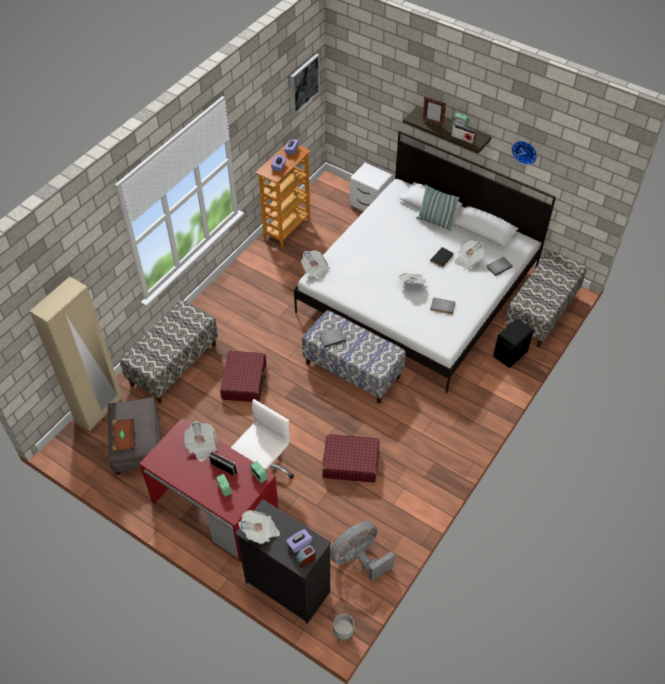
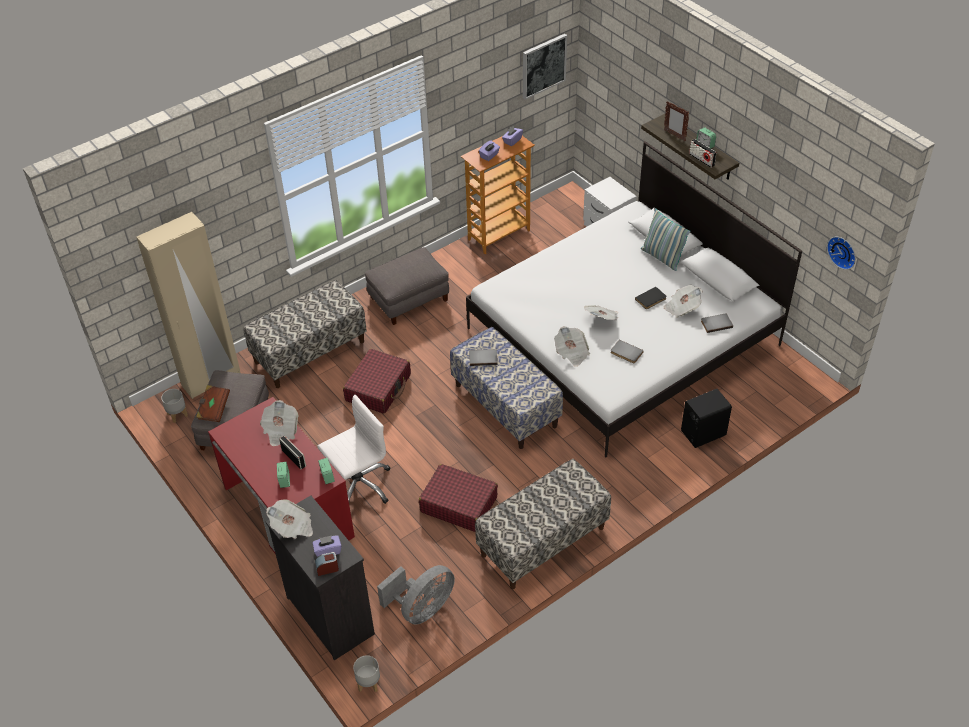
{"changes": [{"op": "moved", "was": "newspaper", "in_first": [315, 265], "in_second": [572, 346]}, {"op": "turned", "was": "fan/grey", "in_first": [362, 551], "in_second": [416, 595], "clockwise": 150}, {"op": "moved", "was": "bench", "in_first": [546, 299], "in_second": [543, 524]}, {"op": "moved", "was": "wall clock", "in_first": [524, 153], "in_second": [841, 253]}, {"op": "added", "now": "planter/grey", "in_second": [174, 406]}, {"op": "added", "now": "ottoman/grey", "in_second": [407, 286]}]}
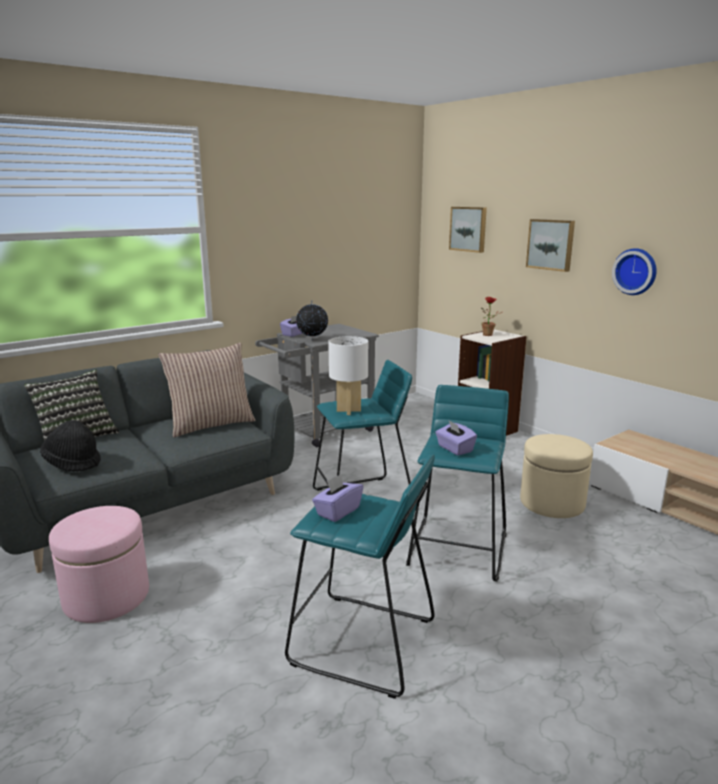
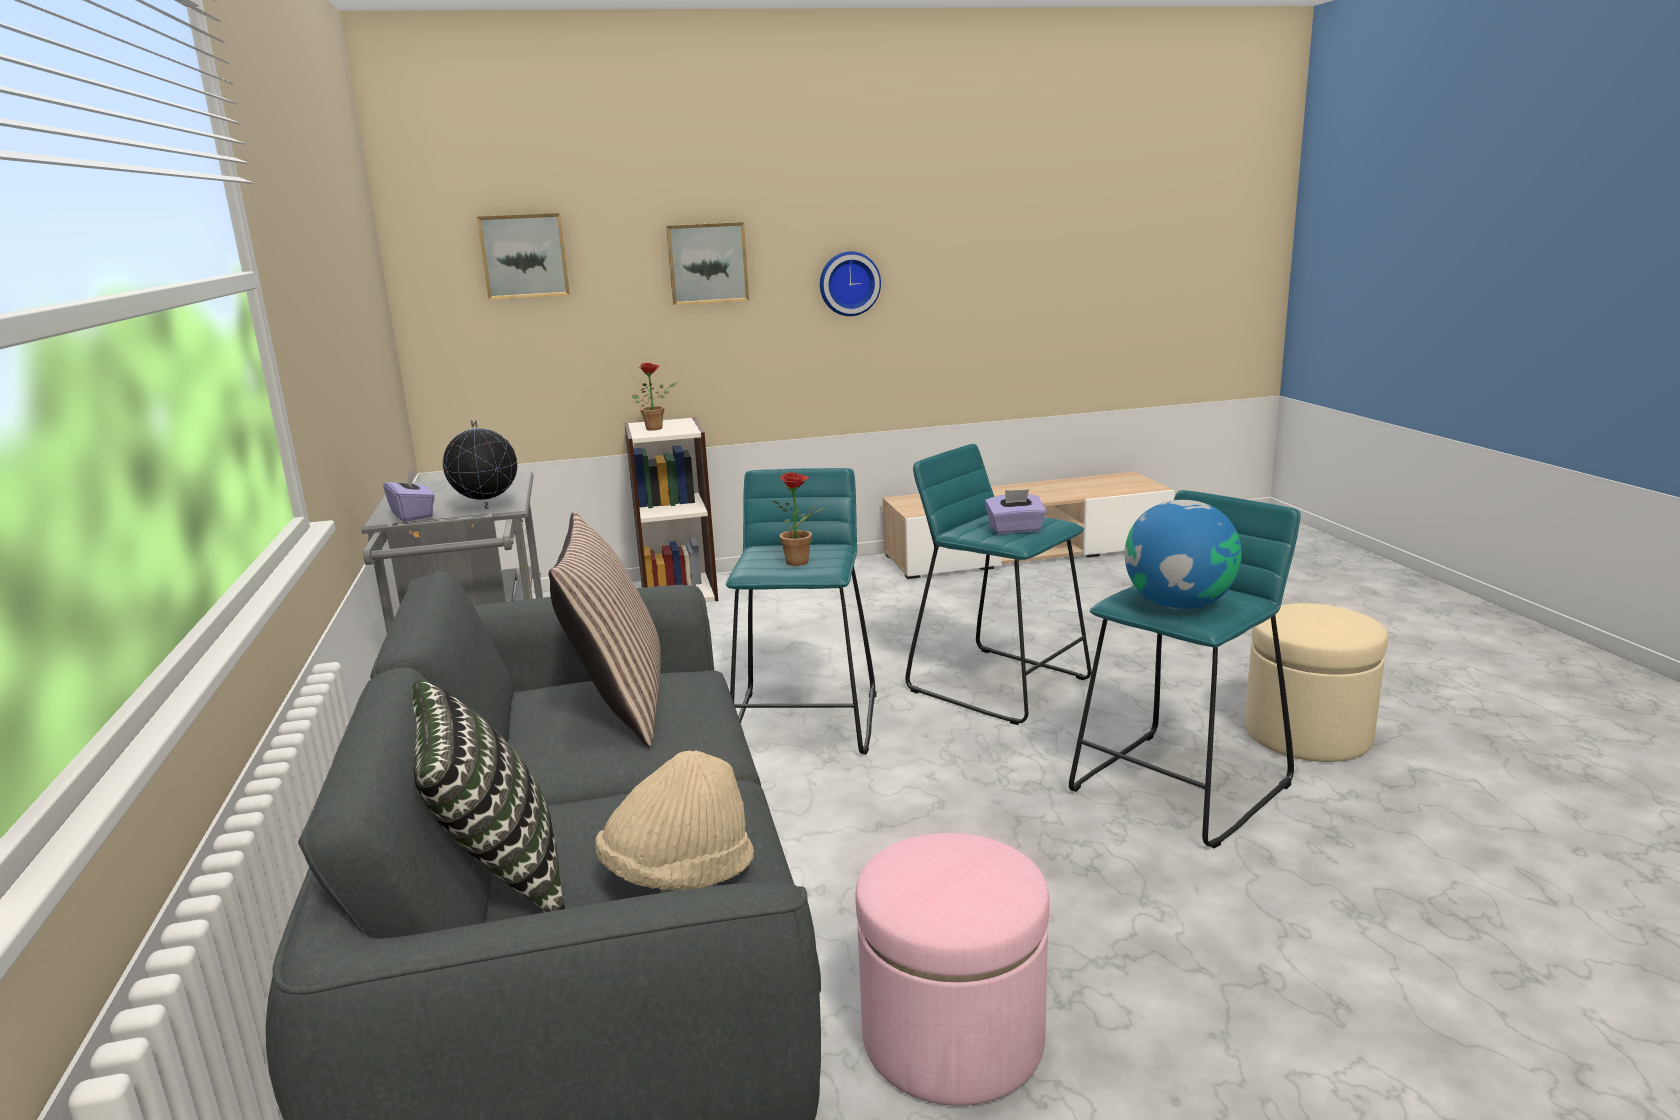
{"changes": [{"op": "recoloured", "was": "hat/black", "now": "hat/beige", "in_first": [70, 446], "in_second": [674, 820]}, {"op": "replaced", "was": "tissue box/purple", "now": "globe", "in_first": [337, 498], "in_second": [1183, 554]}, {"op": "replaced", "was": "table lamp/white", "now": "potted plant", "in_first": [348, 375], "in_second": [798, 519]}, {"op": "moved", "was": "ottoman/beige", "in_first": [556, 476], "in_second": [1316, 682]}]}
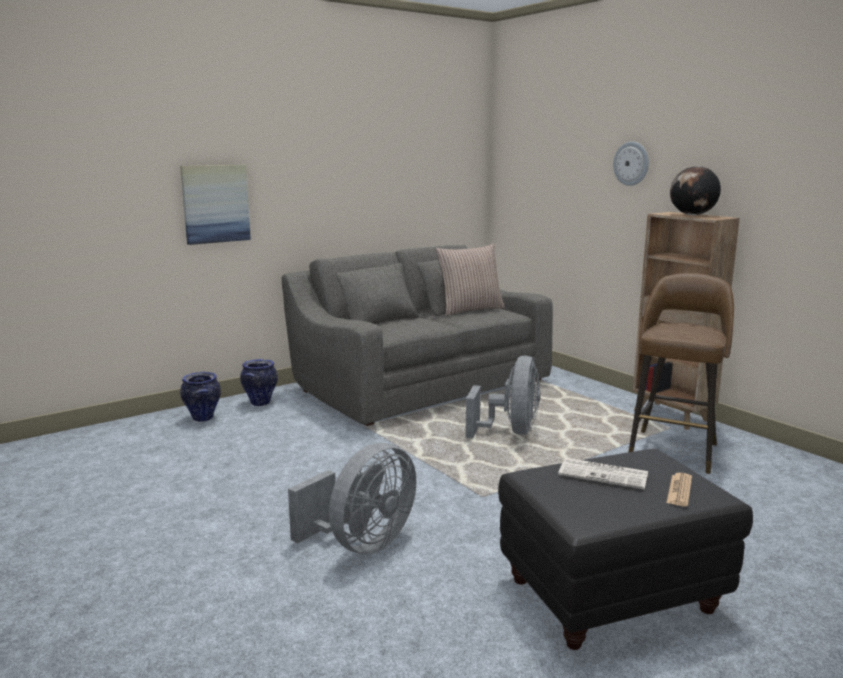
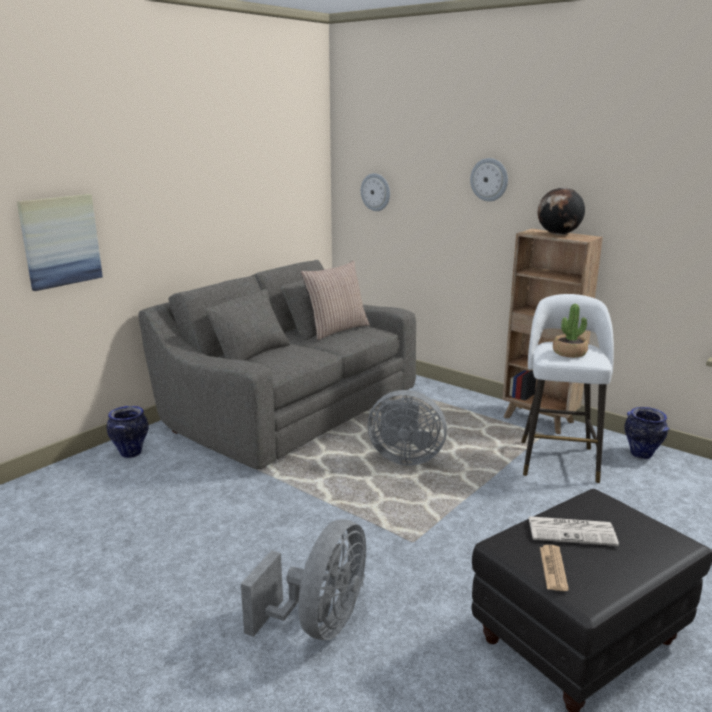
{"changes": [{"op": "moved", "was": "vase", "in_first": [200, 397], "in_second": [647, 433]}, {"op": "turned", "was": "fan/grey", "in_first": [503, 397], "in_second": [407, 427], "clockwise": 105}, {"op": "recoloured", "was": "stool/brown", "now": "stool/white", "in_first": [681, 373], "in_second": [567, 388]}, {"op": "moved", "was": "newspaper", "in_first": [679, 489], "in_second": [554, 568]}, {"op": "added", "now": "wall clock", "in_second": [375, 192]}, {"op": "added", "now": "potted plant", "in_second": [570, 331]}]}
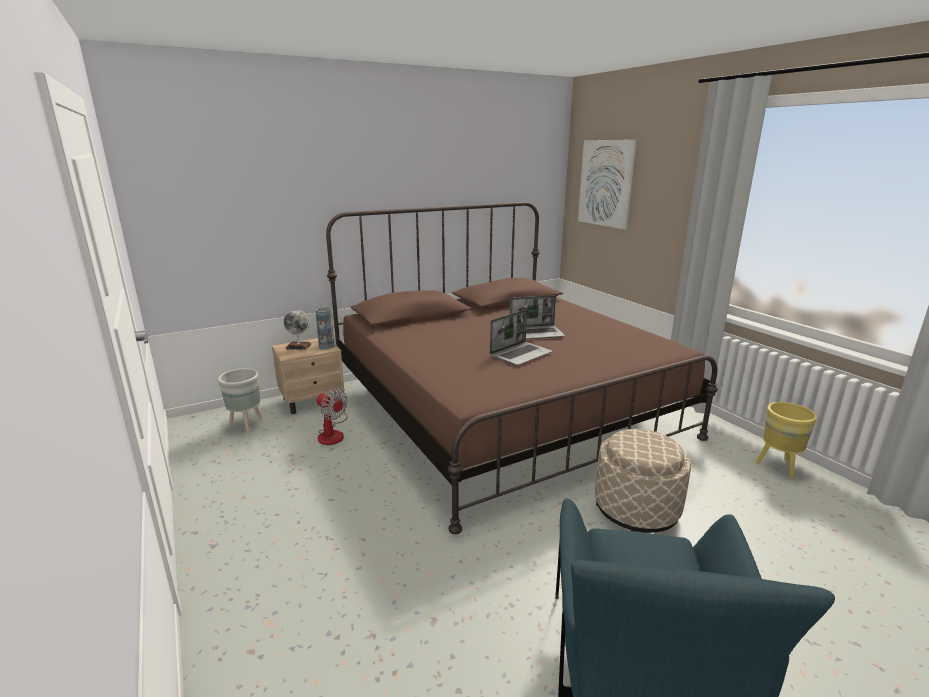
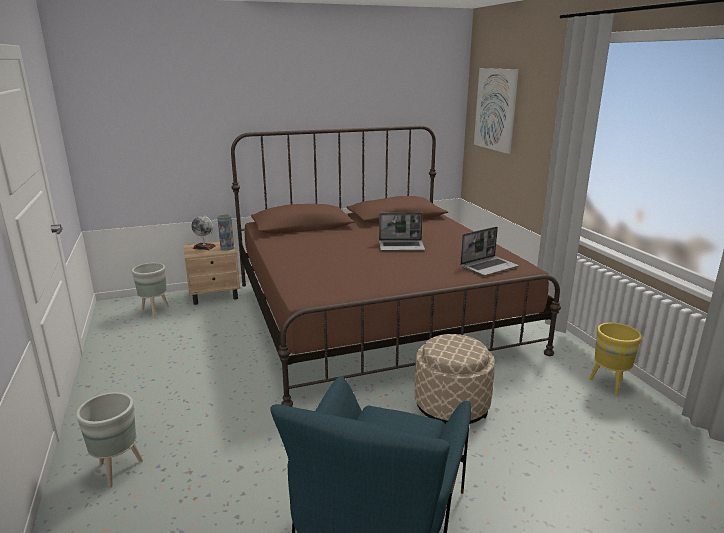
{"changes": [{"op": "removed", "was": "fan", "in_first": [332, 417]}, {"op": "moved", "was": "laptop", "in_first": [521, 337], "in_second": [489, 251]}, {"op": "added", "now": "planter/grey", "in_second": [109, 440]}]}
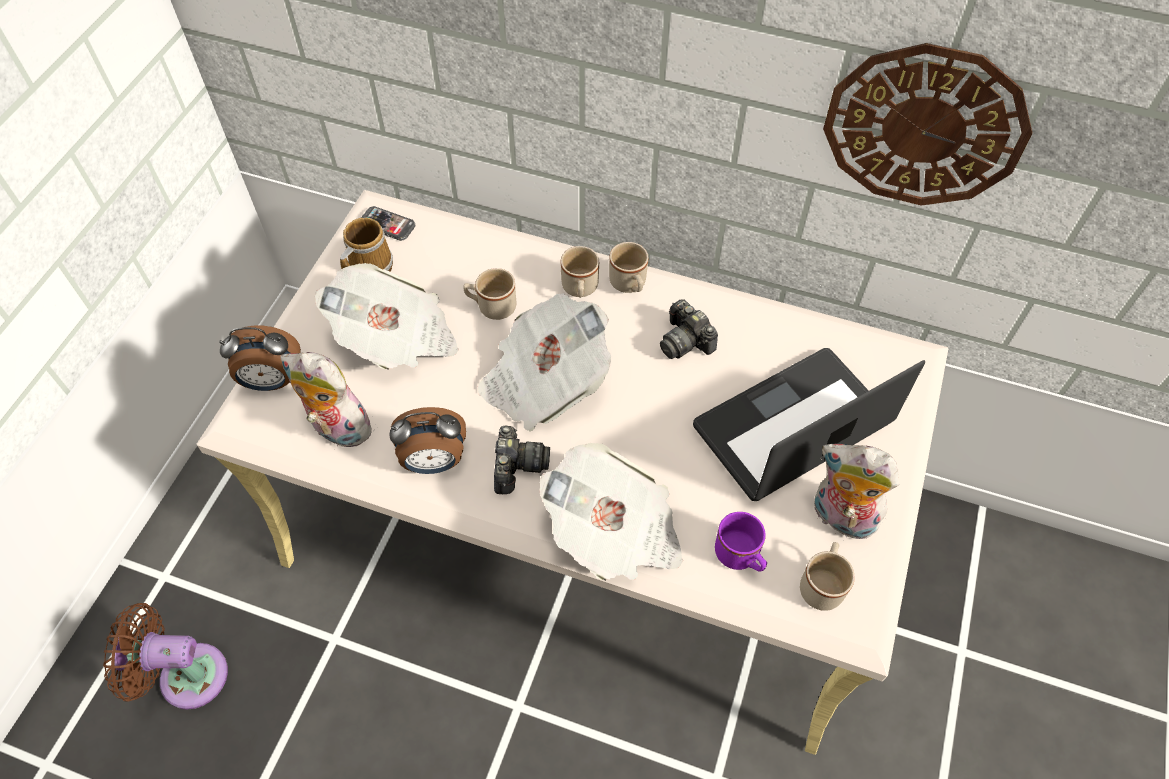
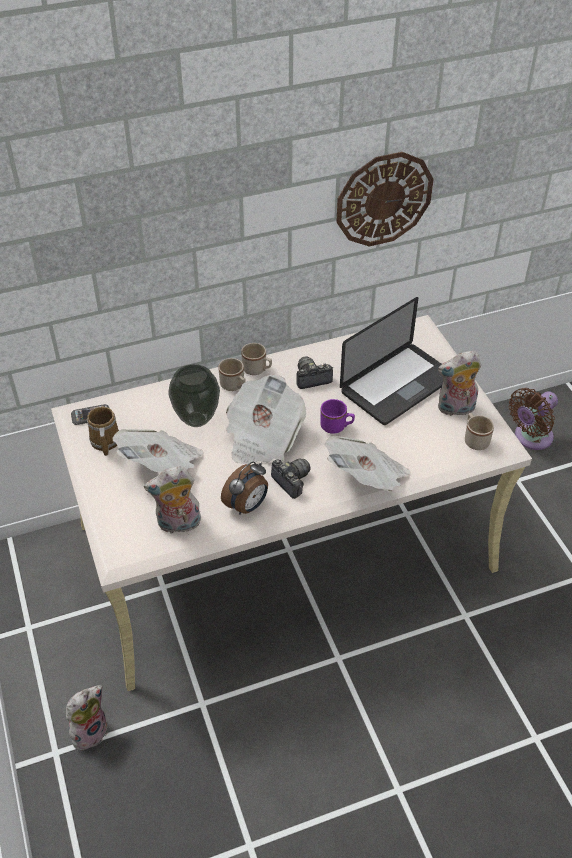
{"changes": [{"op": "moved", "was": "fan/brown", "in_first": [165, 656], "in_second": [533, 419]}, {"op": "removed", "was": "alarm clock", "in_first": [260, 358]}, {"op": "replaced", "was": "mug/beige", "now": "vase", "in_first": [489, 294], "in_second": [194, 395]}, {"op": "turned", "was": "photo camera", "in_first": [689, 329], "in_second": [314, 372], "clockwise": 150}, {"op": "turned", "was": "laptop", "in_first": [809, 424], "in_second": [391, 361], "clockwise": -150}, {"op": "moved", "was": "mug/purple", "in_first": [741, 542], "in_second": [337, 416]}, {"op": "added", "now": "plush toy", "in_second": [87, 717]}]}
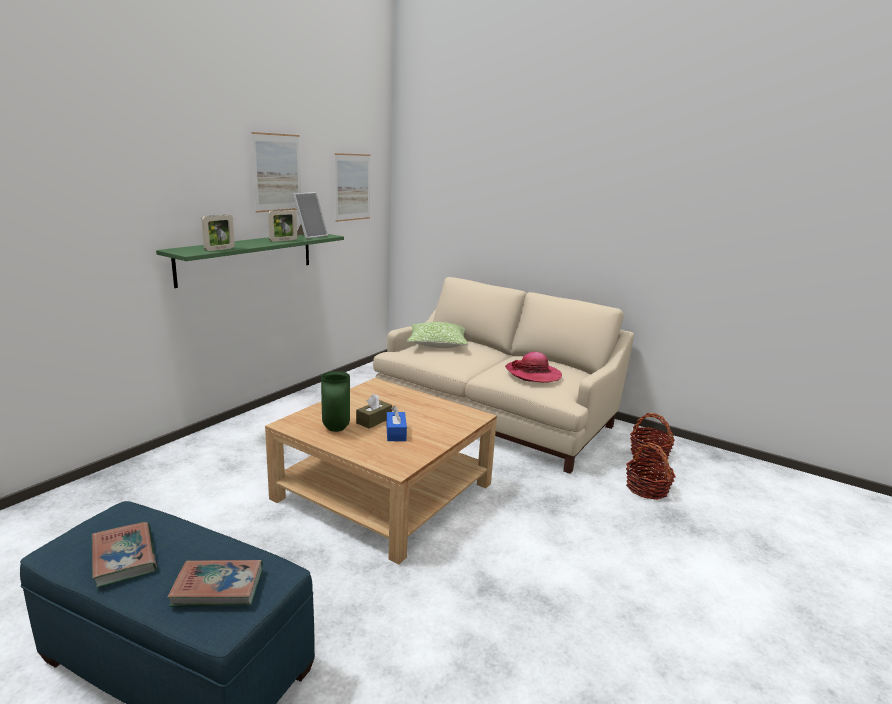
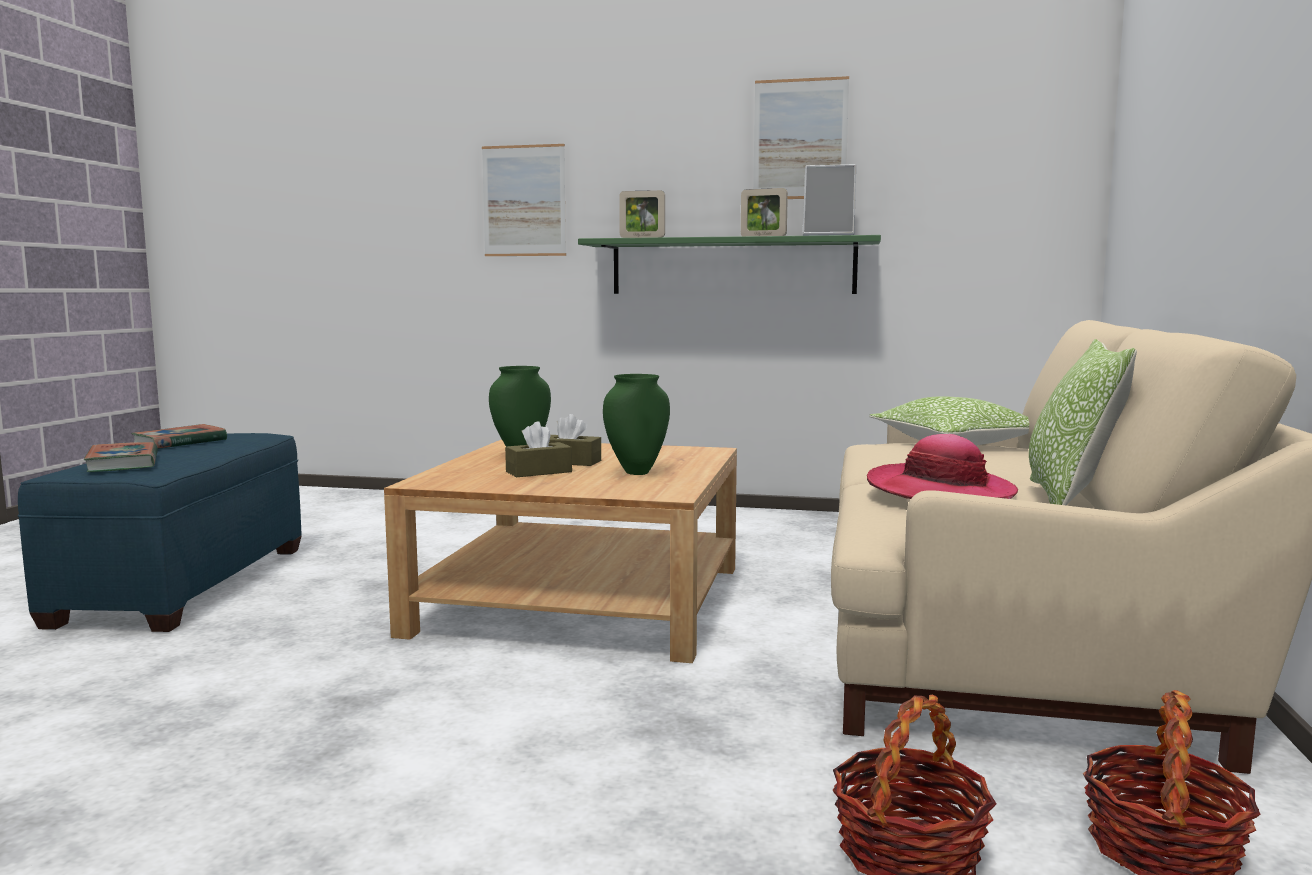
{"changes": [{"op": "moved", "was": "picture", "in_first": [352, 187], "in_second": [524, 200]}, {"op": "recoloured", "was": "tissue box/blue", "now": "tissue box/brown", "in_first": [396, 423], "in_second": [538, 449]}, {"op": "added", "now": "vase/green", "in_second": [636, 424]}, {"op": "added", "now": "pillow", "in_second": [1083, 422]}]}
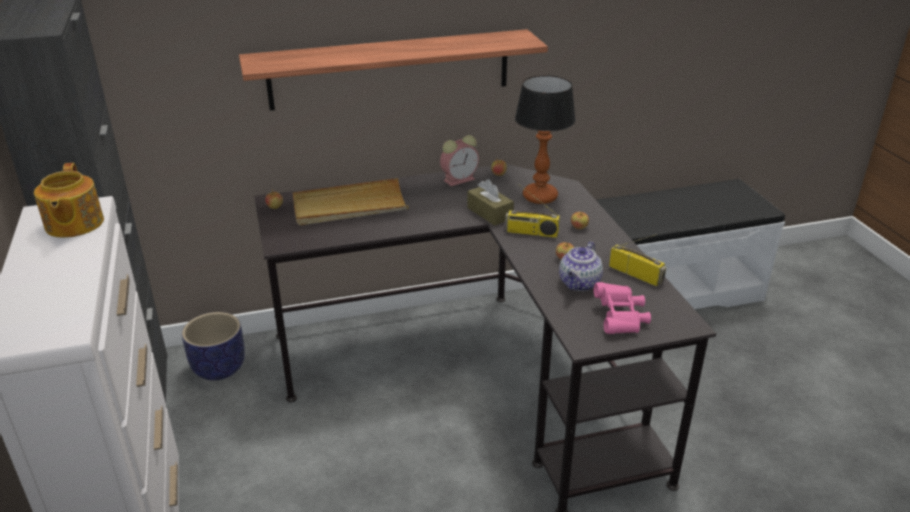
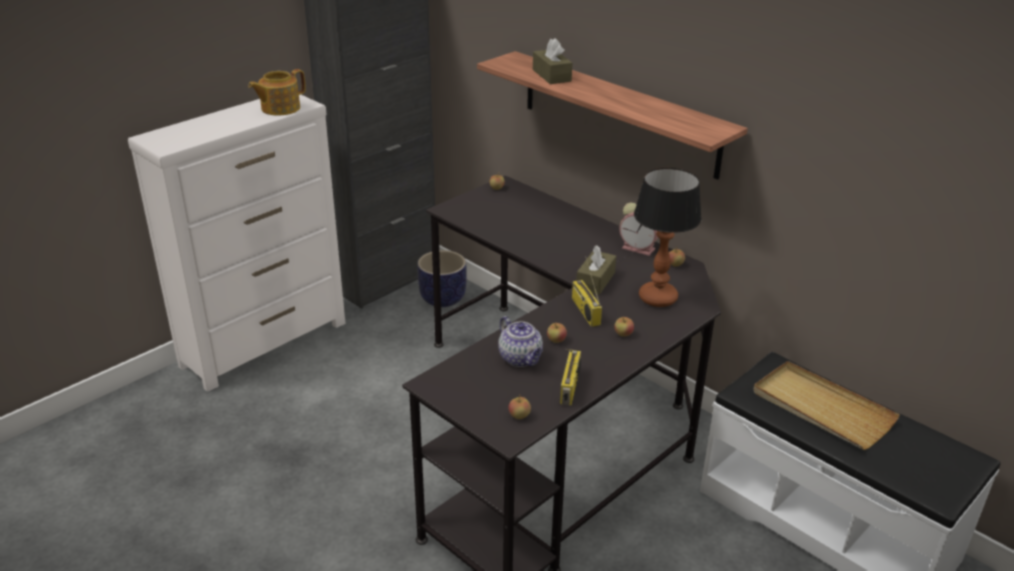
{"changes": [{"op": "moved", "was": "tray/beige", "in_first": [351, 201], "in_second": [826, 405]}, {"op": "turned", "was": "teapot", "in_first": [581, 266], "in_second": [520, 341], "clockwise": -120}, {"op": "removed", "was": "binoculars/pink", "in_first": [622, 308]}, {"op": "added", "now": "apple", "in_second": [520, 406]}, {"op": "added", "now": "tissue box/brown", "in_second": [552, 61]}]}
